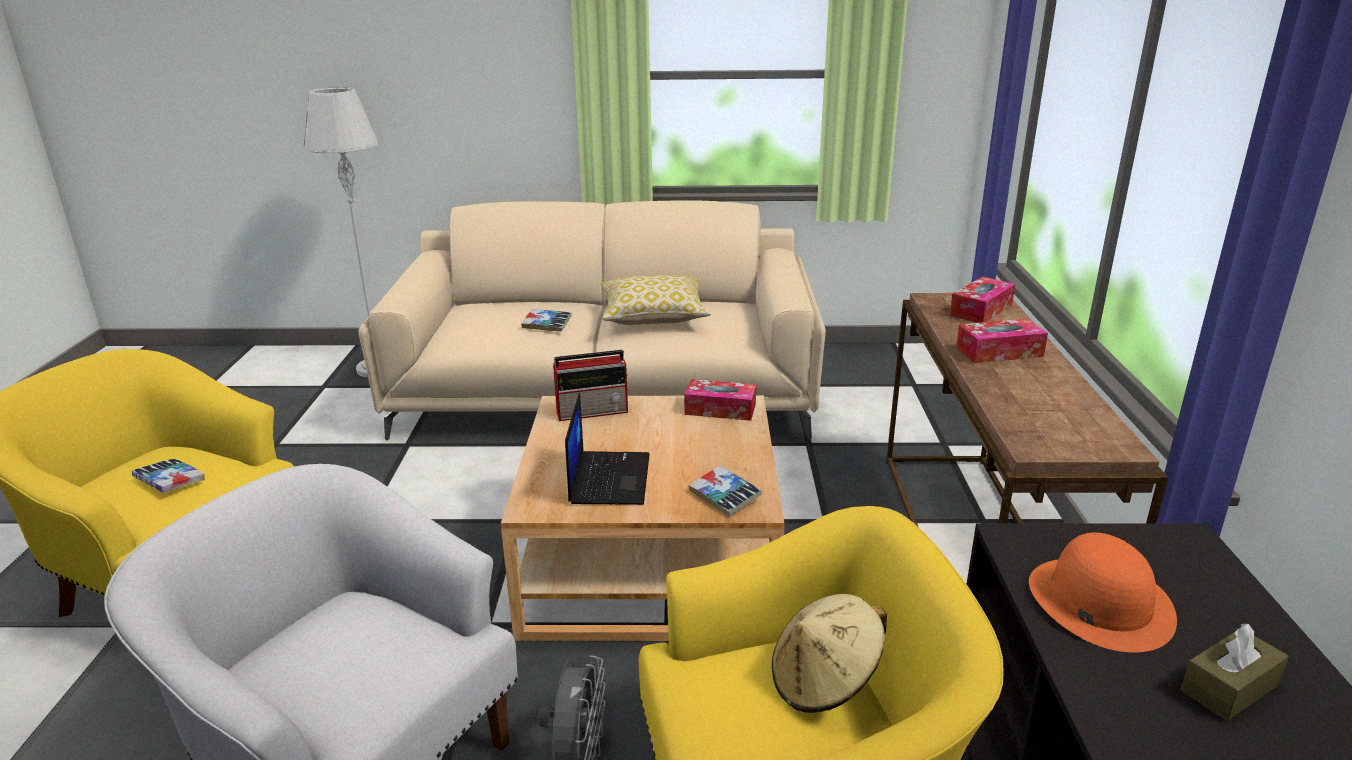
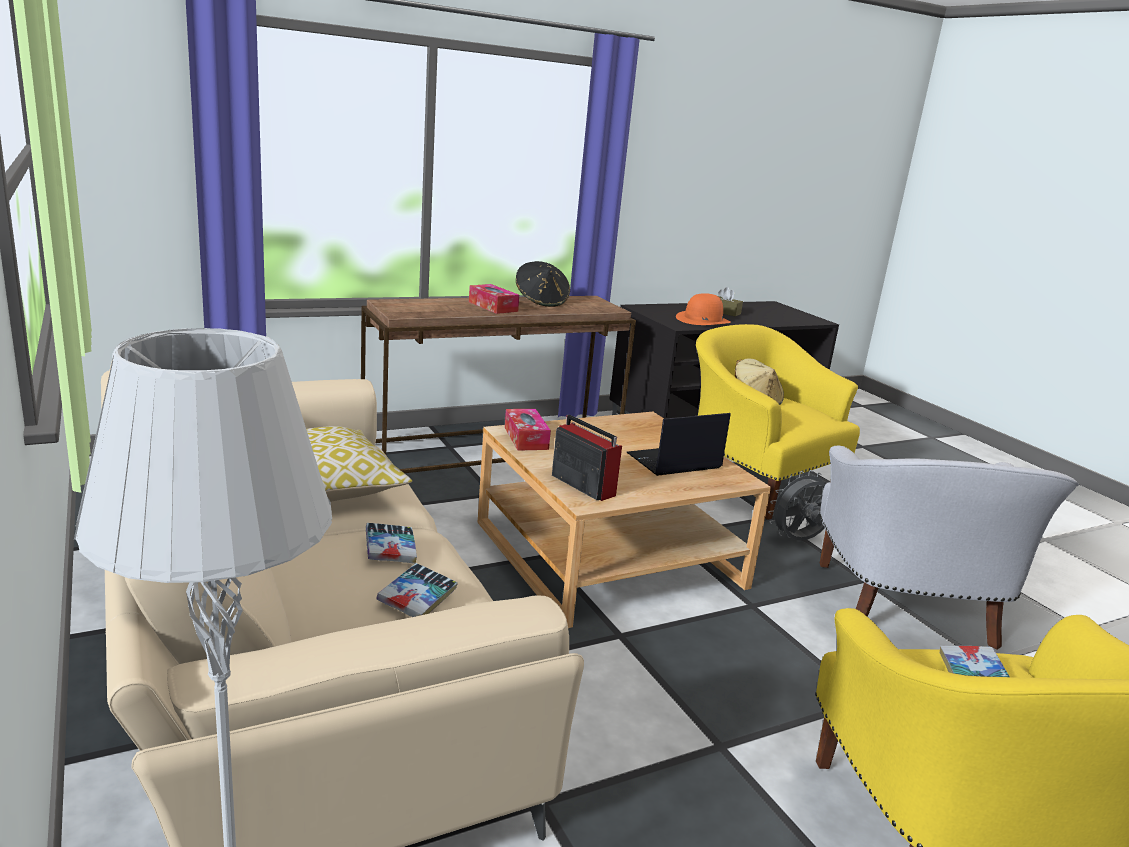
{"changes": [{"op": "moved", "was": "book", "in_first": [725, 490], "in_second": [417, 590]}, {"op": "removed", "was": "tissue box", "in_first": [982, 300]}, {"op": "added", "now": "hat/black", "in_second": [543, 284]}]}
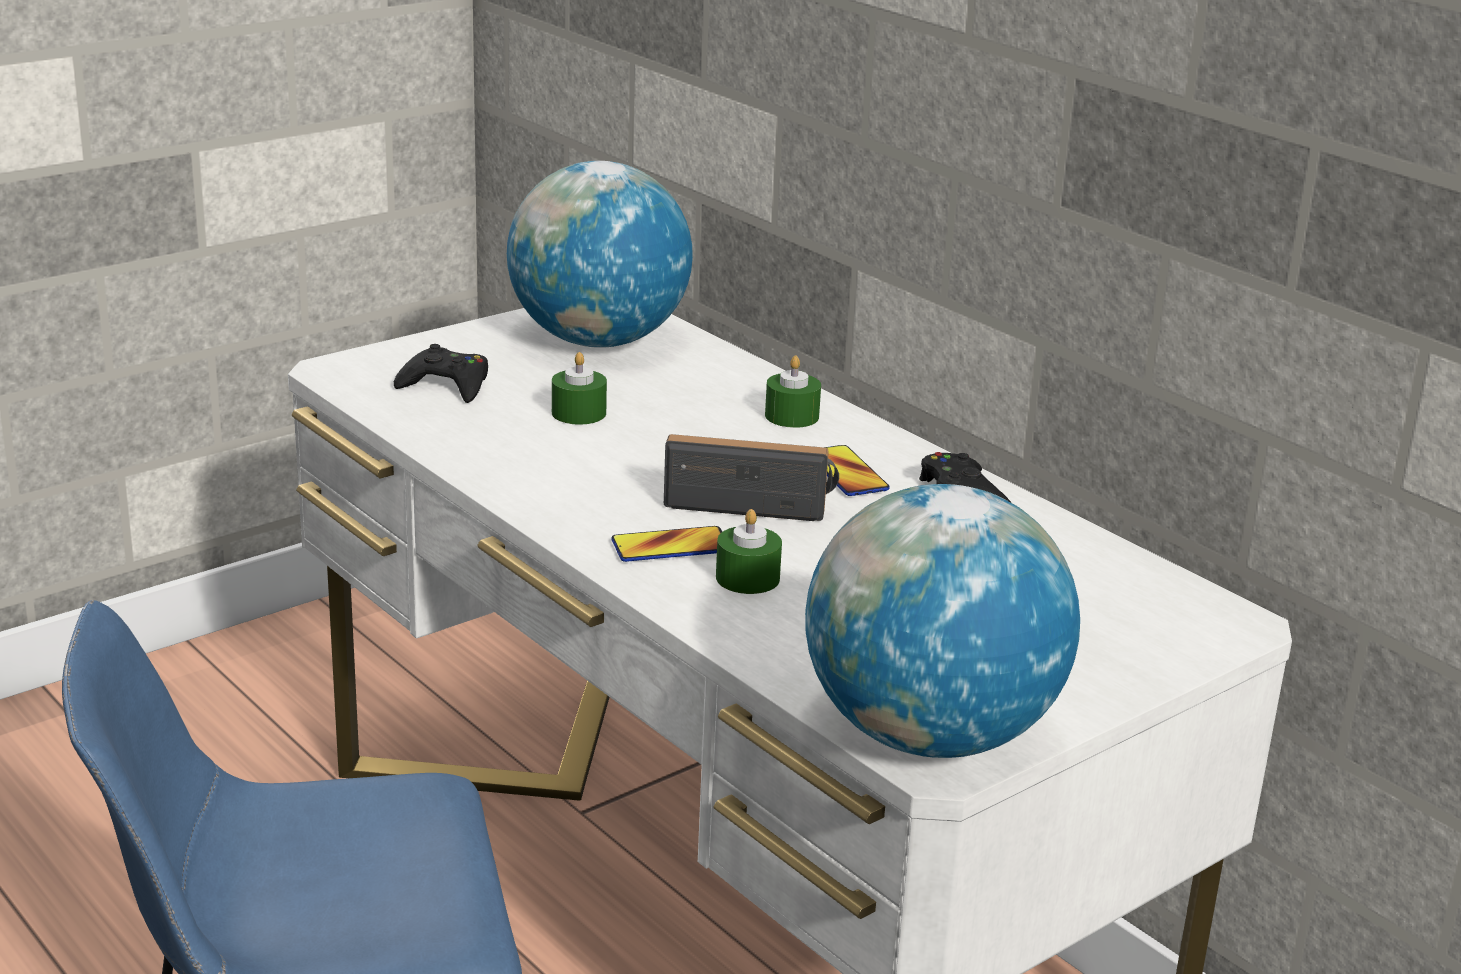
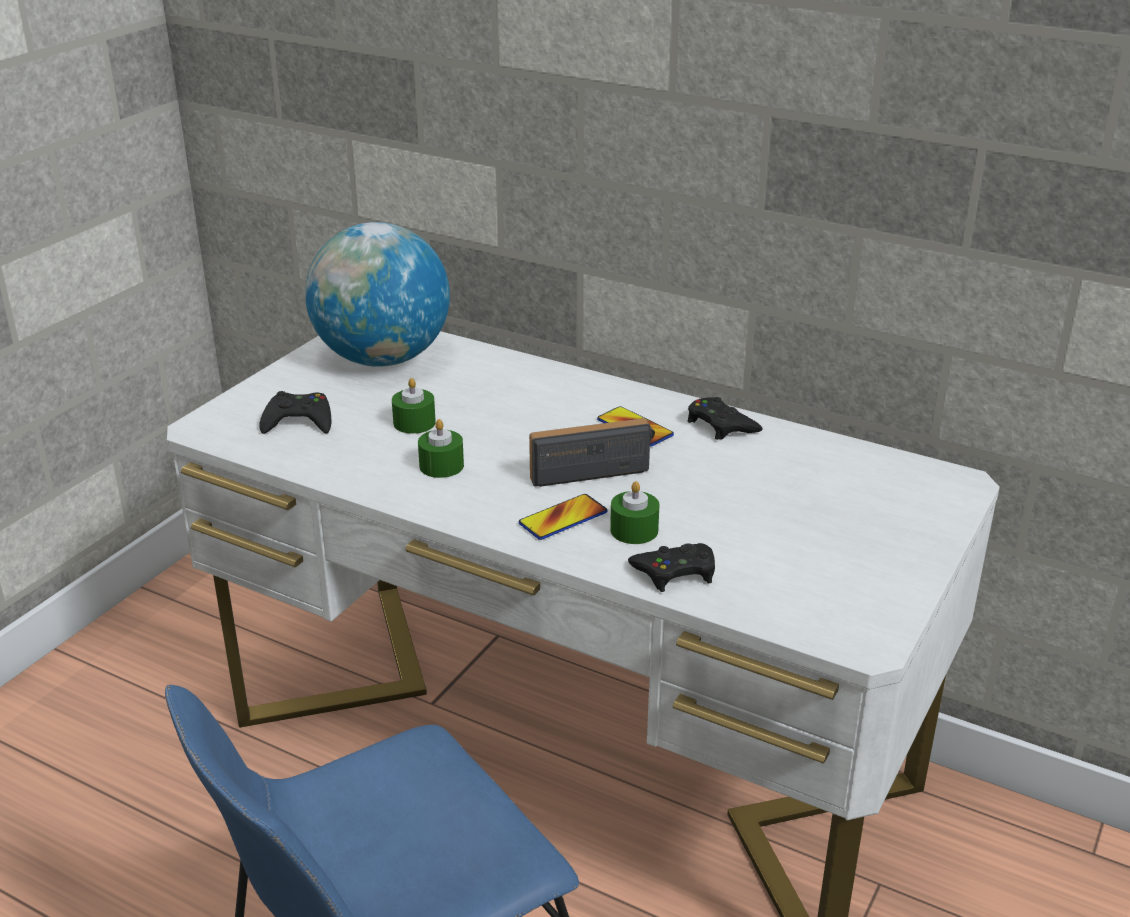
{"changes": [{"op": "moved", "was": "candle/green", "in_first": [793, 392], "in_second": [441, 448]}, {"op": "removed", "was": "globe", "in_first": [942, 621]}, {"op": "added", "now": "game controller/black", "in_second": [671, 567]}]}
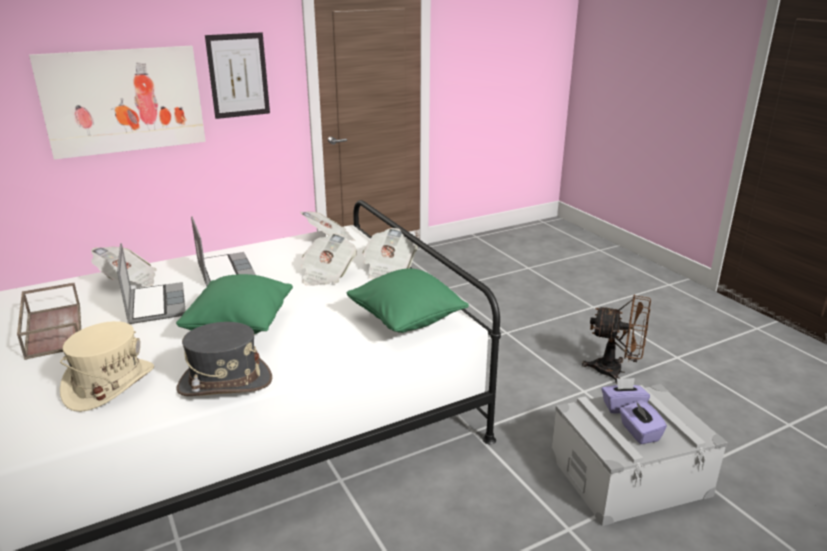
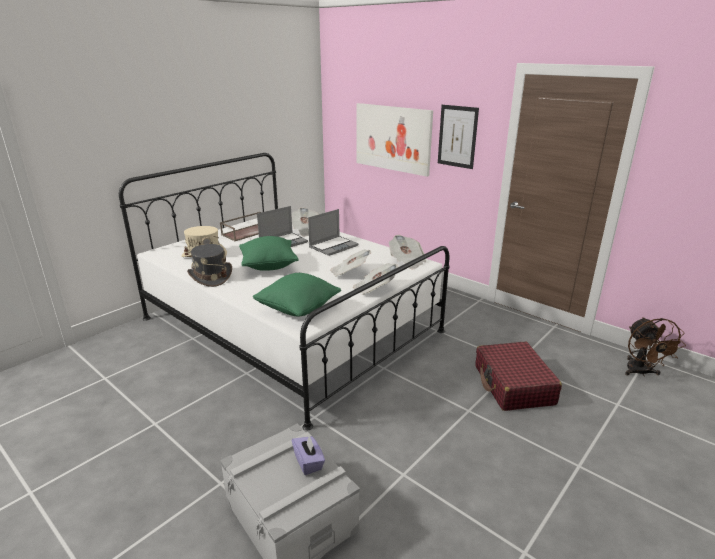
{"changes": [{"op": "moved", "was": "fan/brown", "in_first": [616, 339], "in_second": [655, 347]}, {"op": "removed", "was": "tissue box/purple", "in_first": [643, 422]}, {"op": "added", "now": "suitcase/red", "in_second": [519, 376]}]}
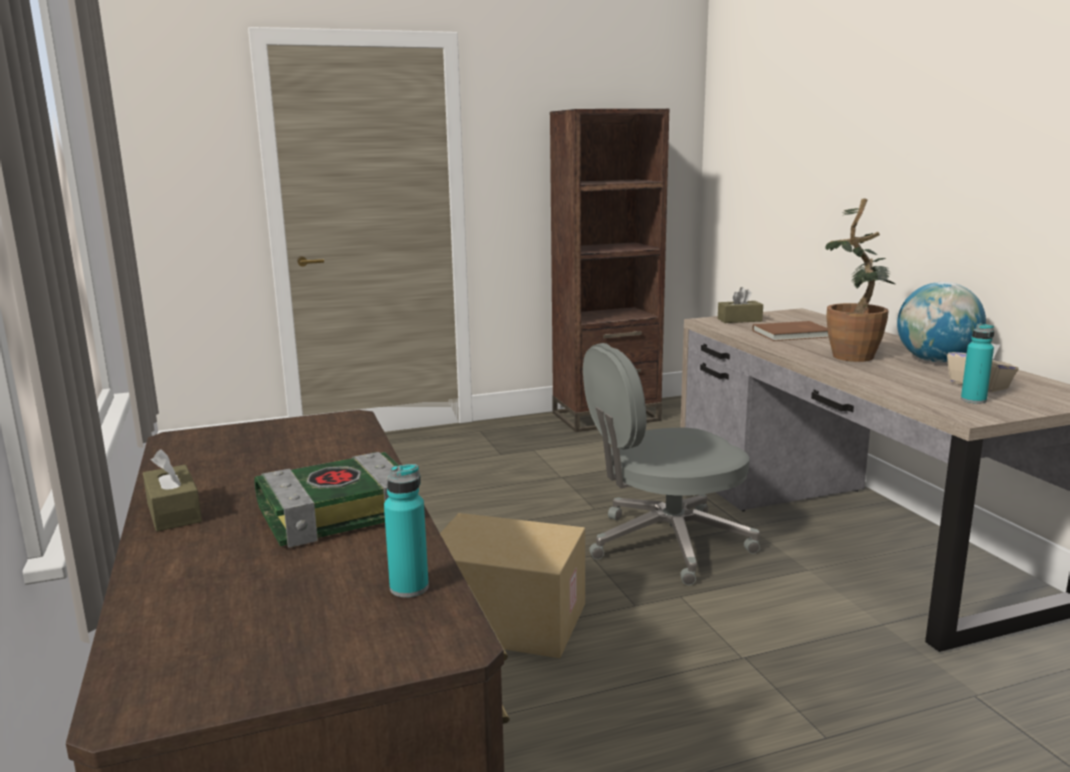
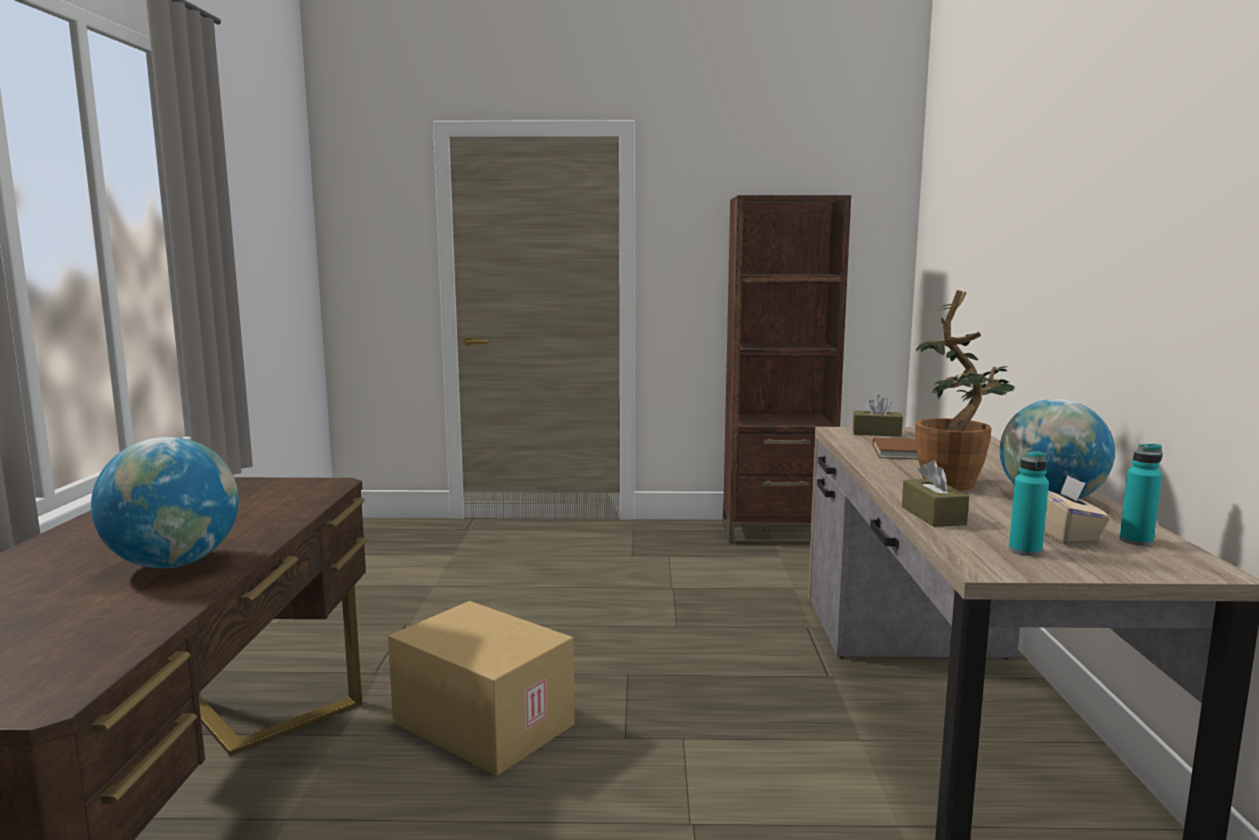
{"changes": [{"op": "moved", "was": "tissue box/brown", "in_first": [172, 490], "in_second": [935, 493]}, {"op": "replaced", "was": "book", "now": "globe", "in_first": [326, 500], "in_second": [165, 502]}, {"op": "moved", "was": "bottle/turquoise", "in_first": [406, 531], "in_second": [1141, 494]}, {"op": "removed", "was": "office chair/grey", "in_first": [671, 464]}]}
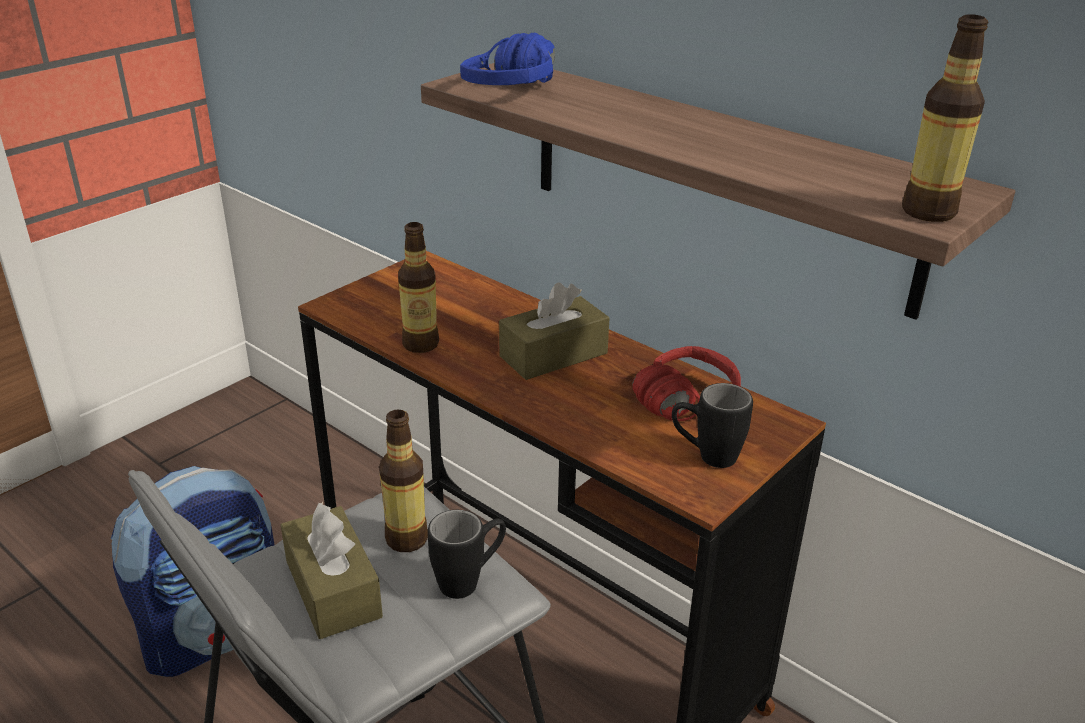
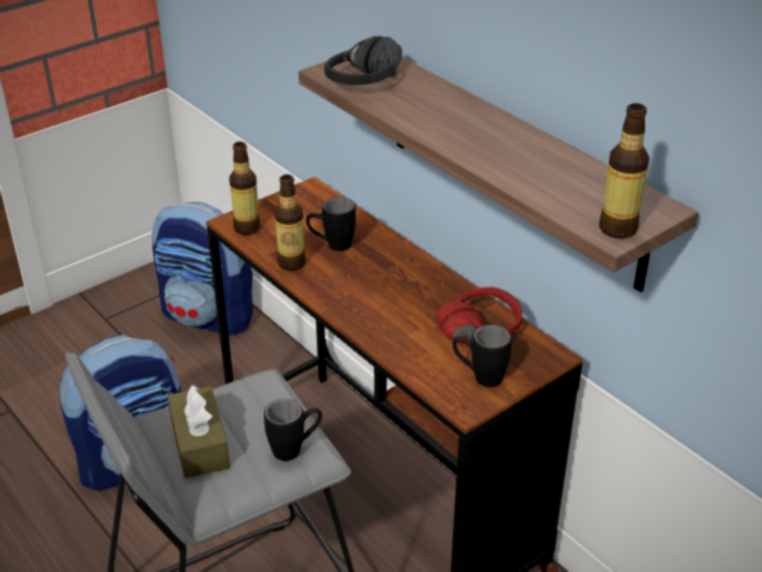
{"changes": [{"op": "moved", "was": "bottle", "in_first": [403, 481], "in_second": [245, 188]}, {"op": "recoloured", "was": "headphones/blue", "now": "headphones/black", "in_first": [507, 59], "in_second": [363, 60]}, {"op": "removed", "was": "tissue box/brown", "in_first": [554, 331]}, {"op": "added", "now": "backpack", "in_second": [202, 269]}, {"op": "added", "now": "mug/black", "in_second": [331, 224]}]}
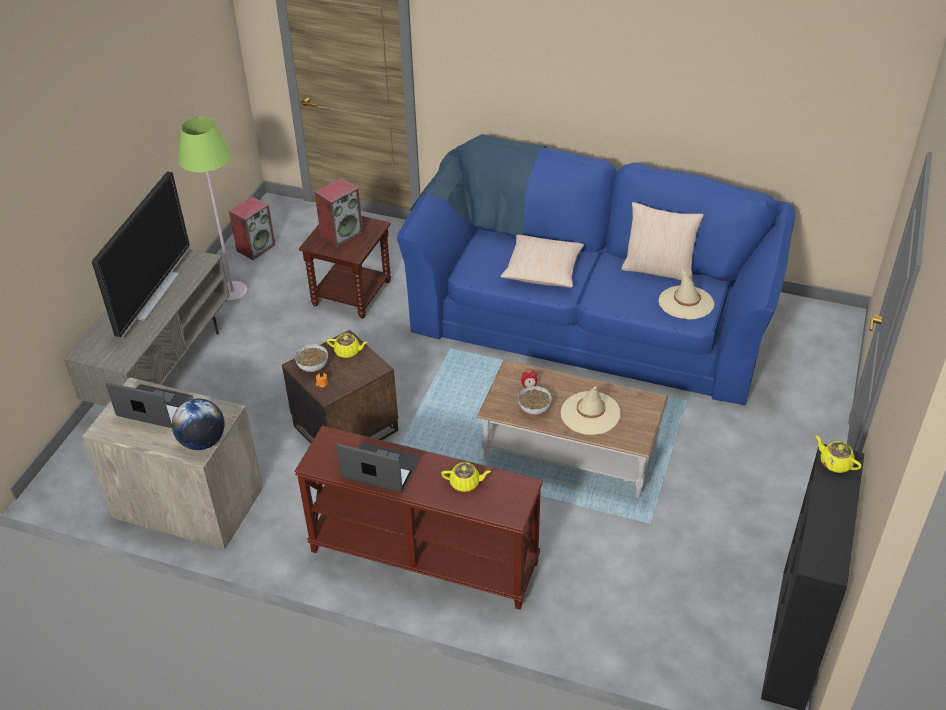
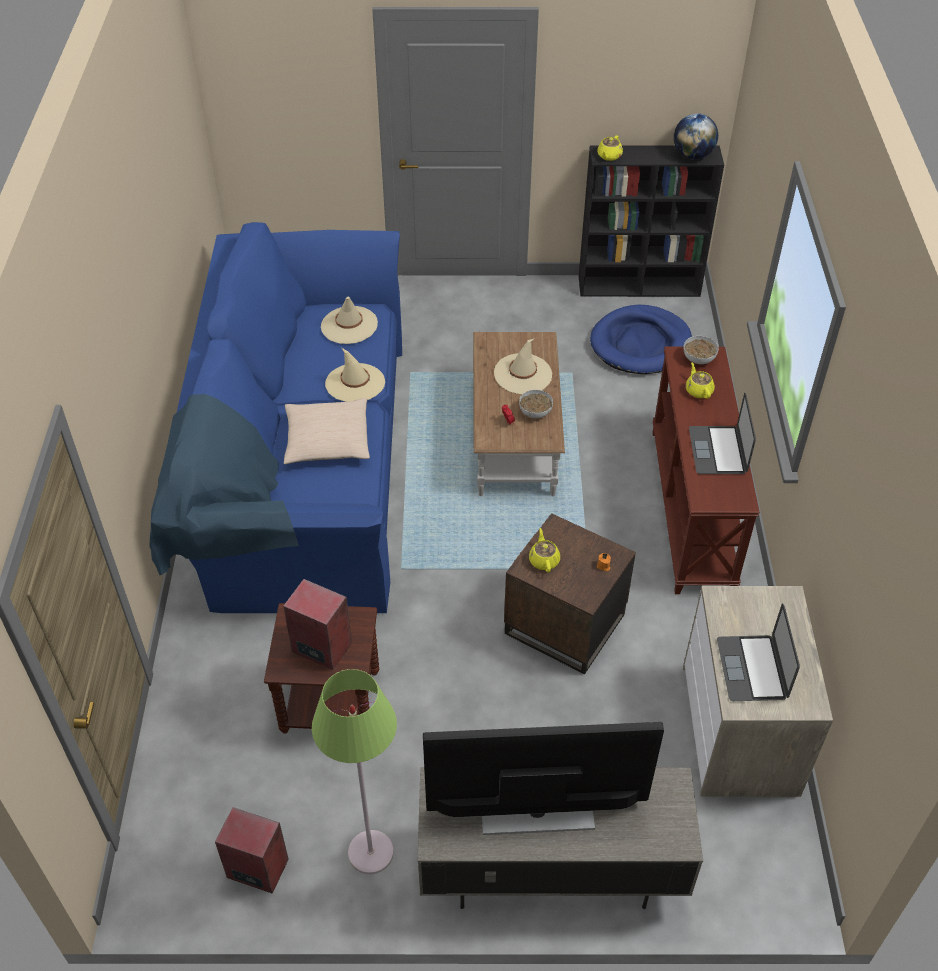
{"changes": [{"op": "moved", "was": "globe", "in_first": [198, 424], "in_second": [696, 136]}, {"op": "moved", "was": "bowl", "in_first": [311, 358], "in_second": [701, 350]}, {"op": "removed", "was": "pillow/beige", "in_first": [662, 242]}, {"op": "added", "now": "hat/beige", "in_second": [355, 375]}, {"op": "added", "now": "dog bed/blue", "in_second": [641, 339]}]}
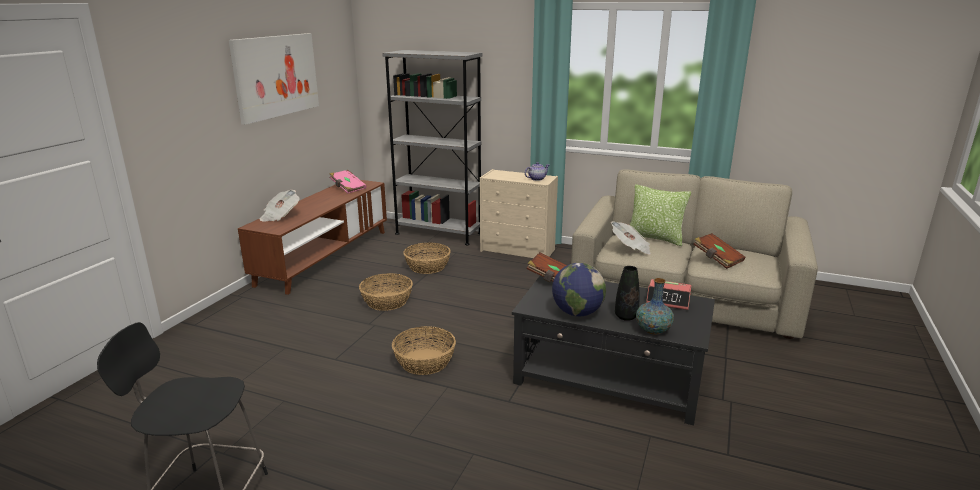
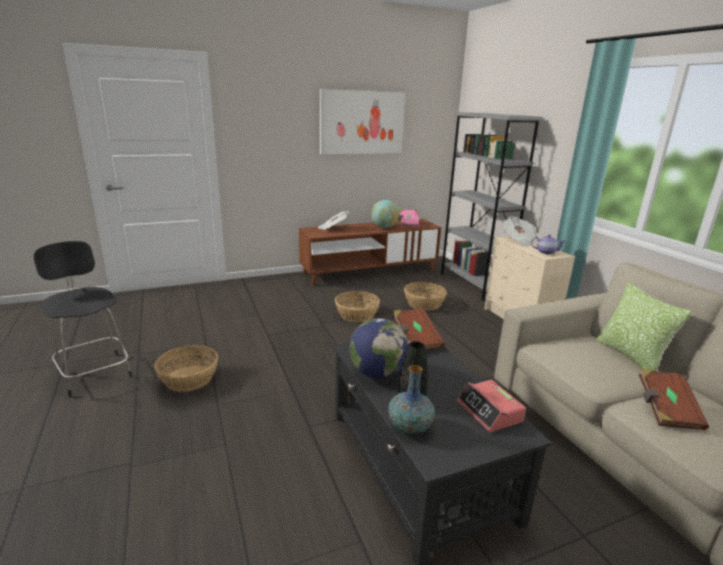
{"changes": [{"op": "moved", "was": "basket", "in_first": [424, 350], "in_second": [186, 368]}, {"op": "moved", "was": "newspaper", "in_first": [631, 238], "in_second": [520, 231]}, {"op": "added", "now": "globe", "in_second": [385, 214]}]}
